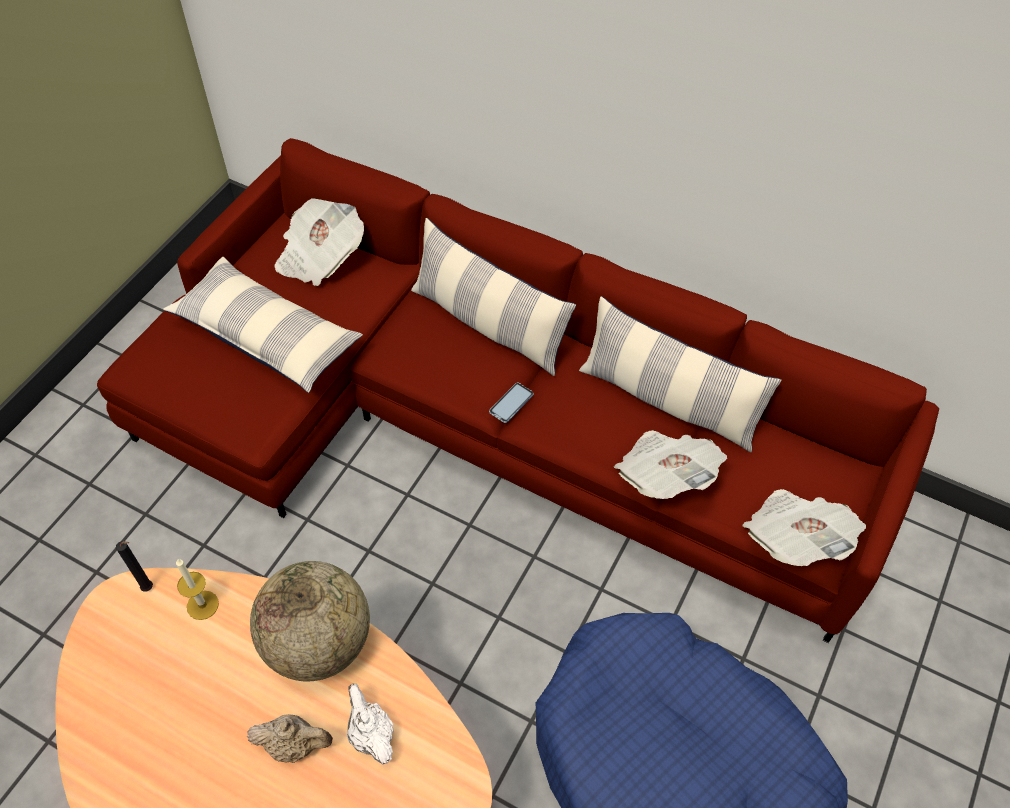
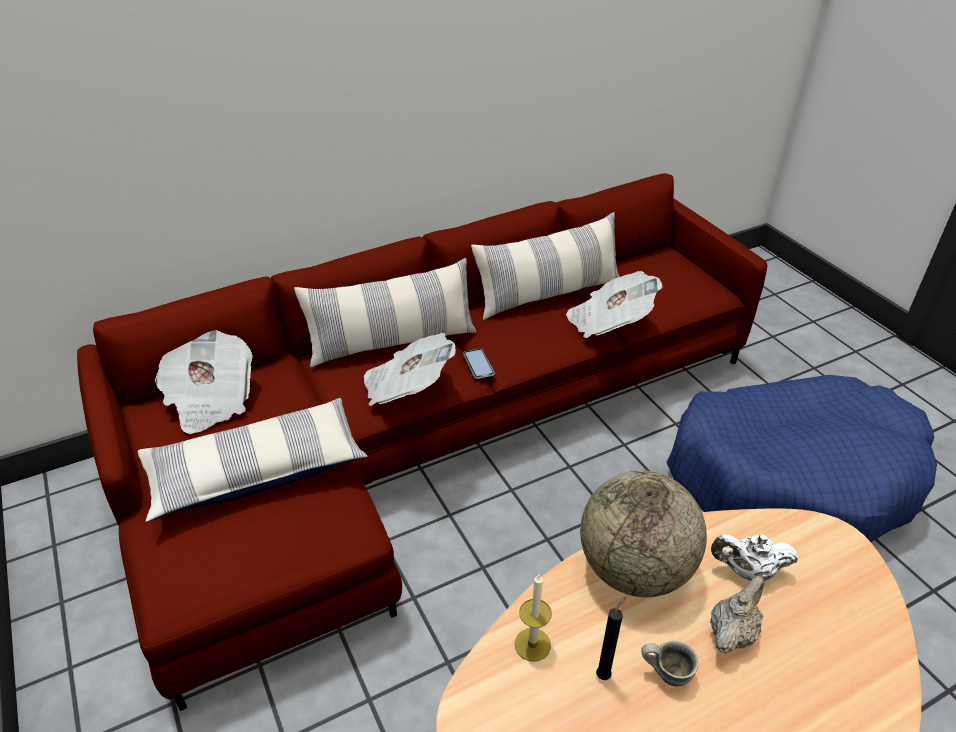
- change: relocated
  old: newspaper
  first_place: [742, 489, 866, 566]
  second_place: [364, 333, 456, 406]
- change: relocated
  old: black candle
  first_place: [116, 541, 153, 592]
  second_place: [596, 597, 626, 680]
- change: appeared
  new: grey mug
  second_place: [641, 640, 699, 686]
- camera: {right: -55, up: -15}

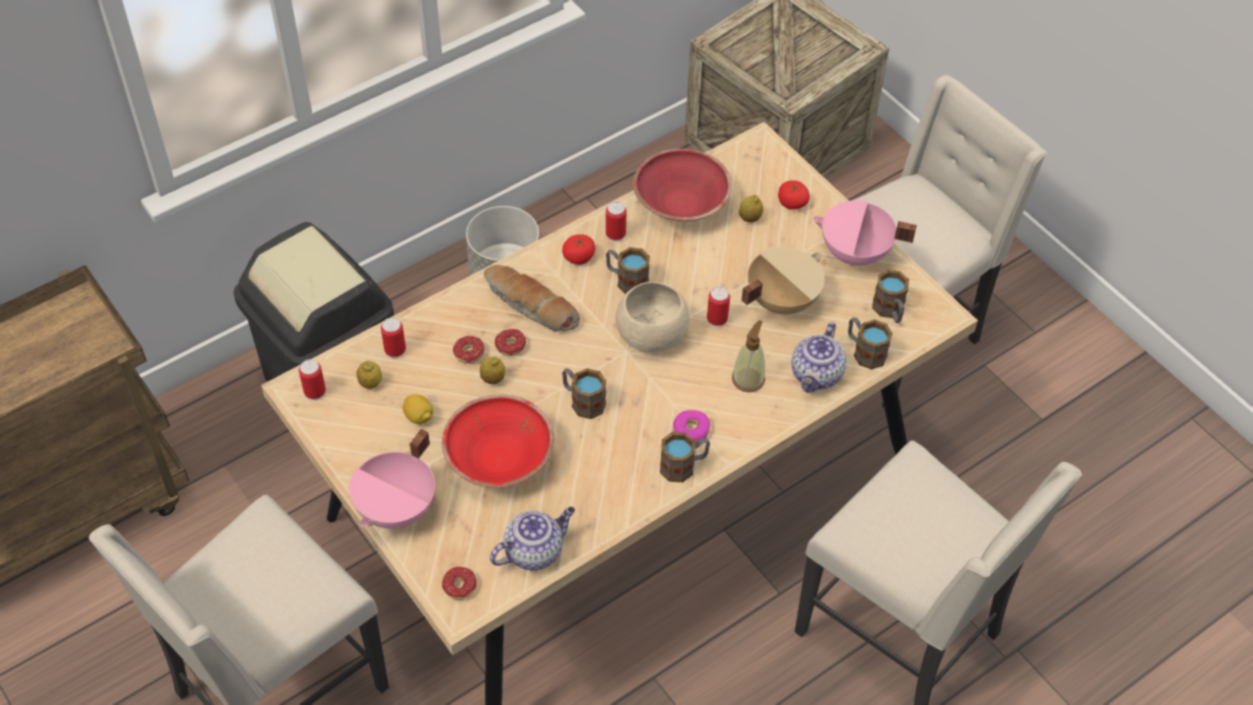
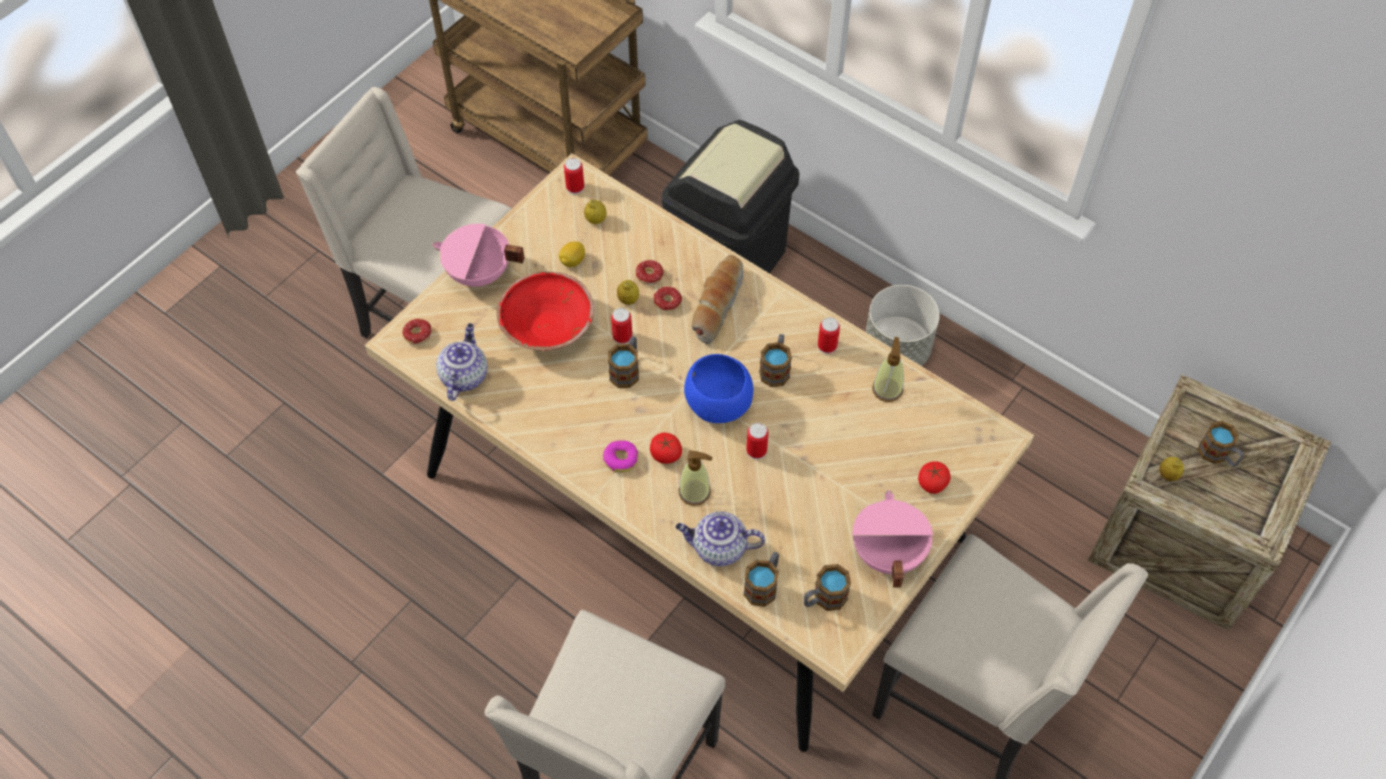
- change: exchanged
  old: red bowl
  new: soap dispenser
  first_place: [633, 149, 732, 221]
  second_place: [872, 337, 904, 402]
- change: relocated
  old: lemon
  first_place: [739, 195, 763, 222]
  second_place: [1159, 457, 1184, 481]
- change: relocated
  old: tomato
  first_place: [562, 234, 595, 265]
  second_place: [650, 433, 682, 464]
- change: missing
  old: beige cooking pot
  first_place: [742, 247, 824, 314]
- change: colour
  old: beige bowl
  new: blue bowl
  first_place: [616, 282, 689, 353]
  second_place: [684, 354, 753, 423]
- change: relocated
  old: can
  first_place: [381, 317, 406, 359]
  second_place: [611, 308, 632, 344]
- change: relocated
  old: mug
  first_place: [660, 432, 710, 482]
  second_place: [1198, 421, 1244, 467]
- change: spun
  old: teapot
  first_place: [490, 507, 575, 570]
  second_place: [436, 323, 487, 401]
  degrees: -120
- camera: {right: 75, up: 5}

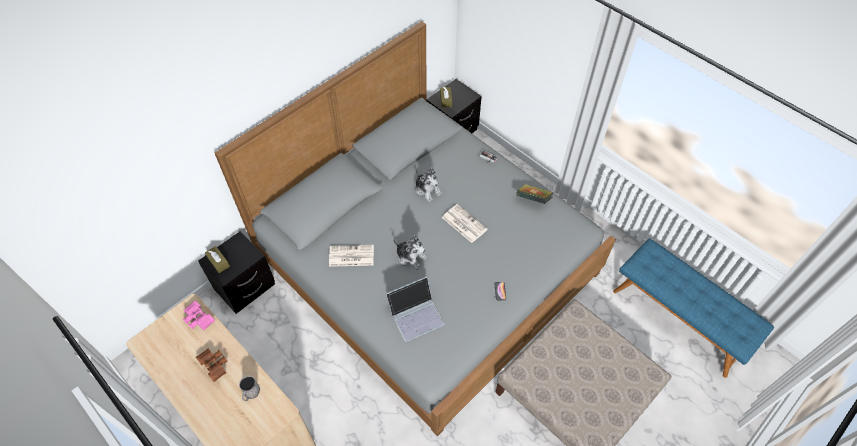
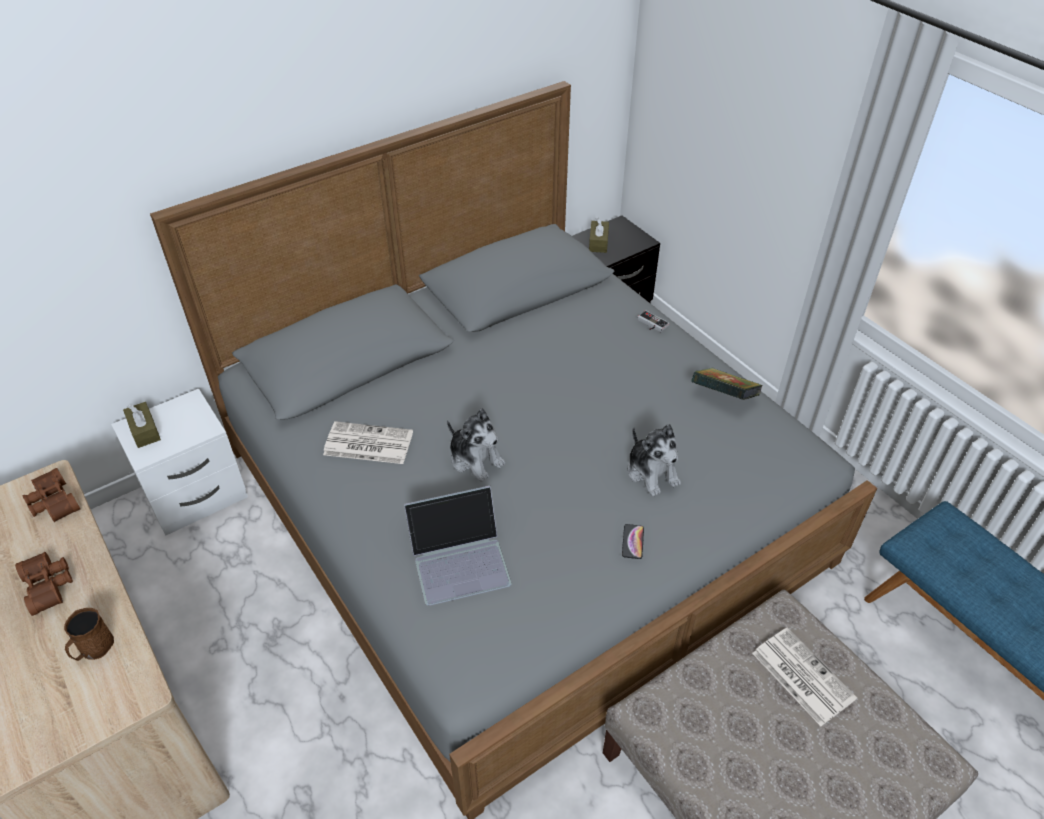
- change: relocated
  old: plush toy
  first_place: [416, 168, 442, 202]
  second_place: [628, 424, 681, 496]
- change: relocated
  old: newspaper
  first_place: [442, 204, 488, 243]
  second_place: [752, 627, 857, 726]
- change: colour
  old: black nightstand
  new: white nightstand
  first_place: [198, 231, 275, 314]
  second_place: [111, 388, 248, 536]
- change: colour
  old: pink binoculars
  new: brown binoculars
  first_place: [183, 301, 215, 330]
  second_place: [22, 468, 80, 522]
- change: colour
  old: grey mug
  new: brown mug
  first_place: [239, 375, 260, 401]
  second_place: [64, 608, 114, 661]
- camera: {right: 10, up: -10}

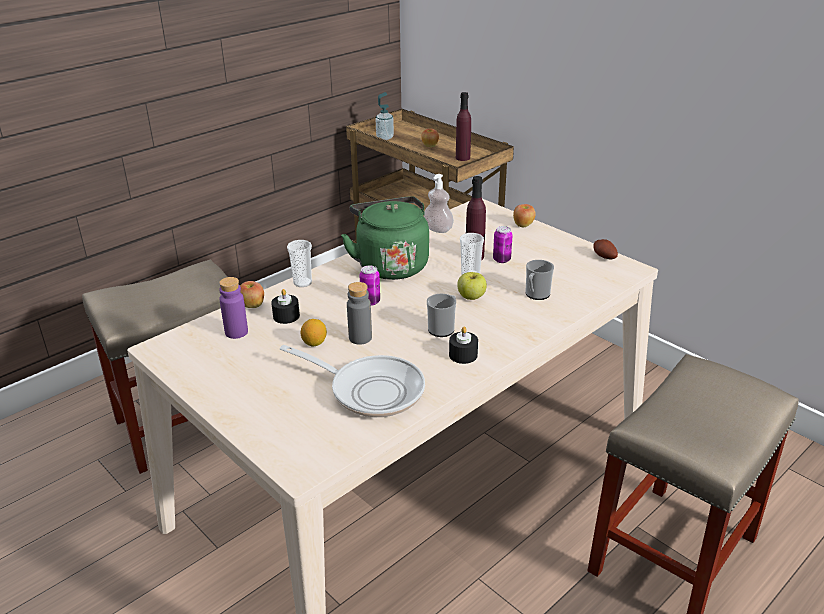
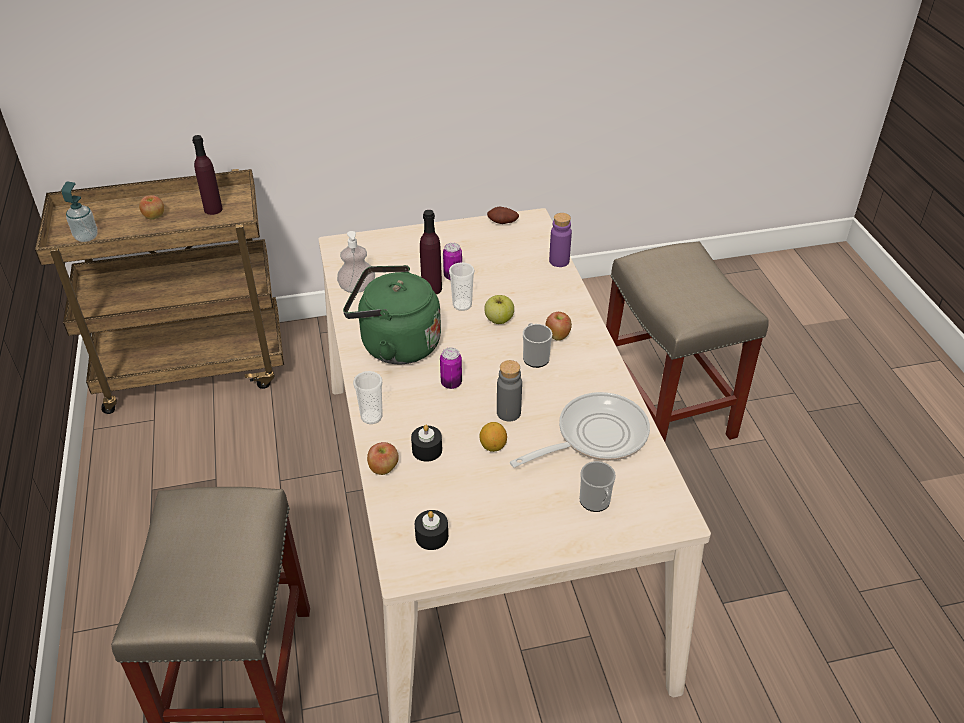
- change: relocated
  old: apple
  first_place: [513, 204, 536, 227]
  second_place: [545, 312, 572, 341]
- change: relocated
  old: mug
  first_place: [525, 260, 554, 300]
  second_place: [579, 461, 616, 512]
- change: relocated
  old: purple bottle
  first_place: [219, 277, 248, 339]
  second_place: [549, 213, 572, 267]
- change: relocated
  old: black candle
  first_place: [449, 326, 478, 364]
  second_place: [415, 510, 448, 550]
- camera: {right: -60, up: 10}

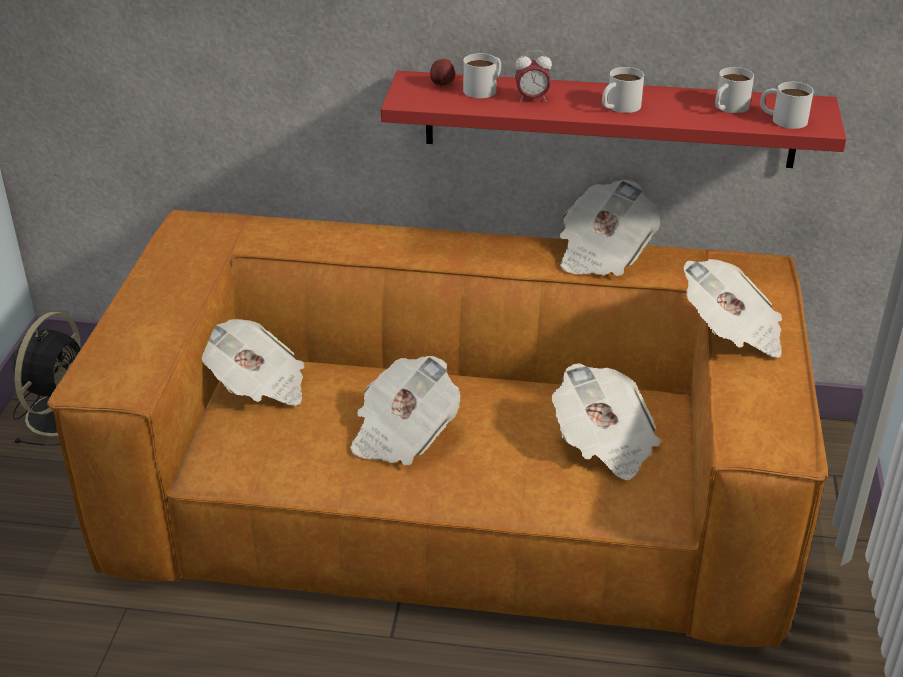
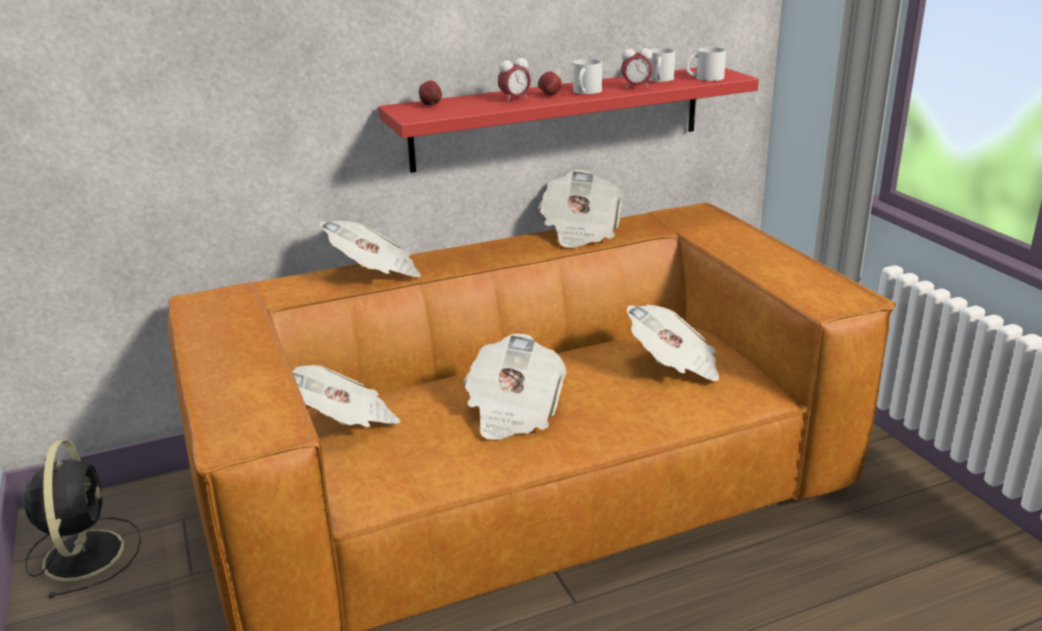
- change: missing
  old: white mug
  first_place: [463, 53, 501, 98]
- change: relocated
  old: newspaper
  first_place: [684, 259, 782, 358]
  second_place: [319, 220, 421, 277]
- change: appeared
  new: alarm clock
  second_place: [621, 43, 652, 89]
- change: appeared
  new: apple
  second_place: [538, 71, 562, 96]
- camera: {right: -30, up: -10}

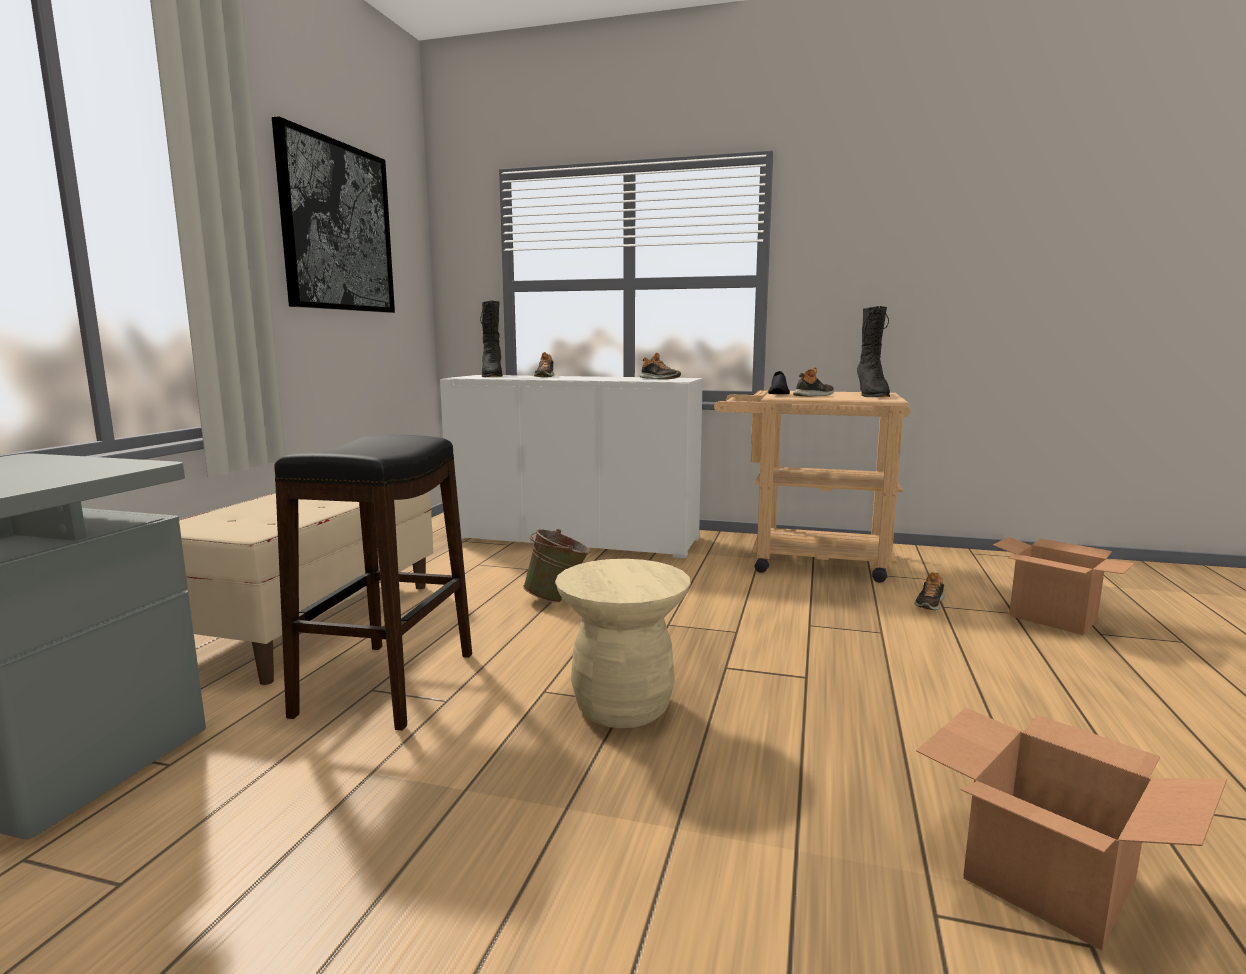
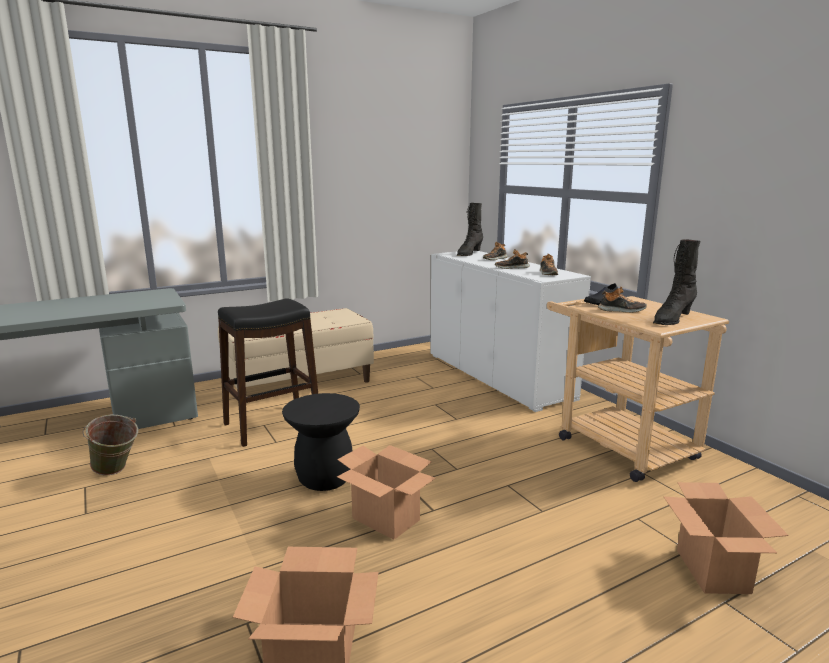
- change: missing
  old: picture
  first_place: [272, 116, 395, 313]
- change: relocated
  old: green bucket
  first_place: [523, 529, 591, 602]
  second_place: [82, 415, 138, 475]
- change: colour
  old: beige stool
  new: black stool
  first_place: [555, 559, 691, 728]
  second_place: [282, 393, 360, 491]
- change: relocated
  old: shoe
  first_place: [915, 572, 945, 610]
  second_place: [495, 249, 530, 269]
- change: appeared
  new: cardboard box
  second_place: [337, 445, 436, 540]
- camera: {right: 45, up: 5}

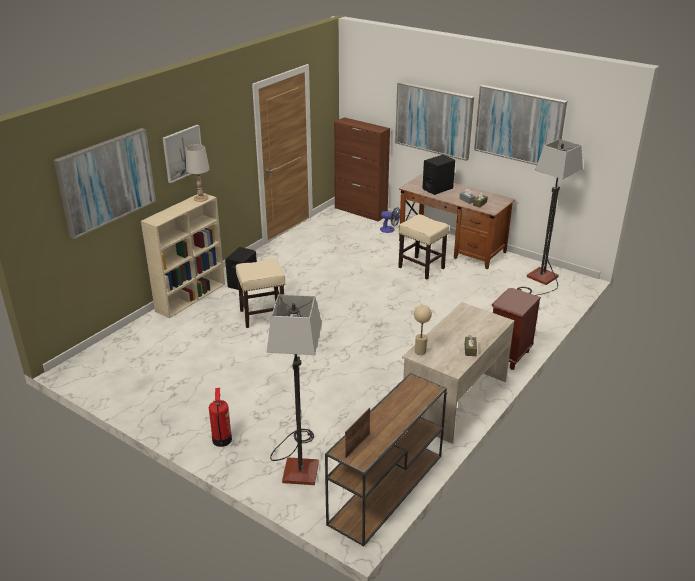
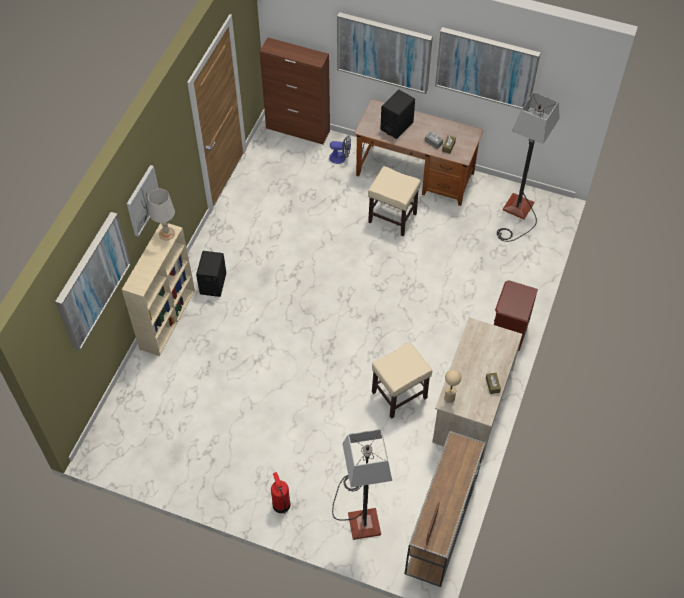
- change: relocated
  old: beige stool
  first_place: [236, 259, 285, 328]
  second_place: [372, 342, 432, 419]
- camera: {right: -15, up: 25}

